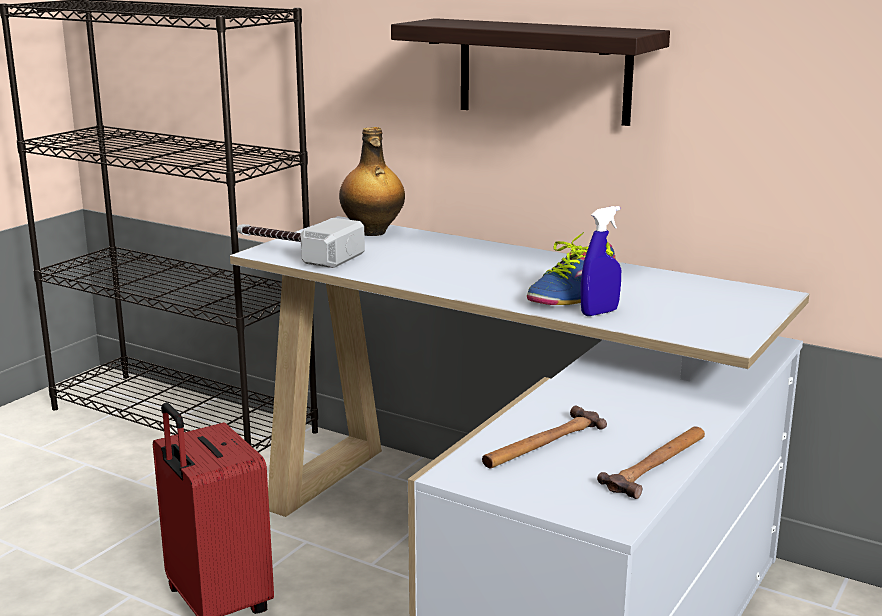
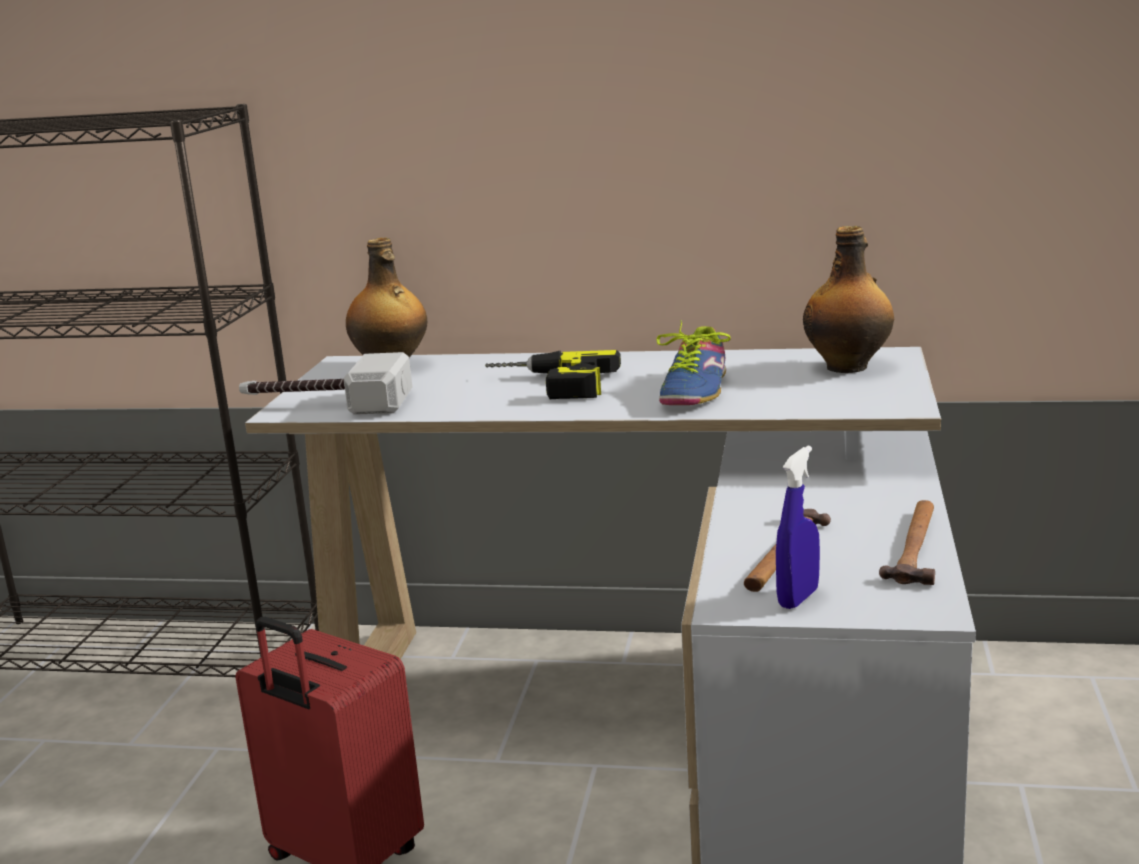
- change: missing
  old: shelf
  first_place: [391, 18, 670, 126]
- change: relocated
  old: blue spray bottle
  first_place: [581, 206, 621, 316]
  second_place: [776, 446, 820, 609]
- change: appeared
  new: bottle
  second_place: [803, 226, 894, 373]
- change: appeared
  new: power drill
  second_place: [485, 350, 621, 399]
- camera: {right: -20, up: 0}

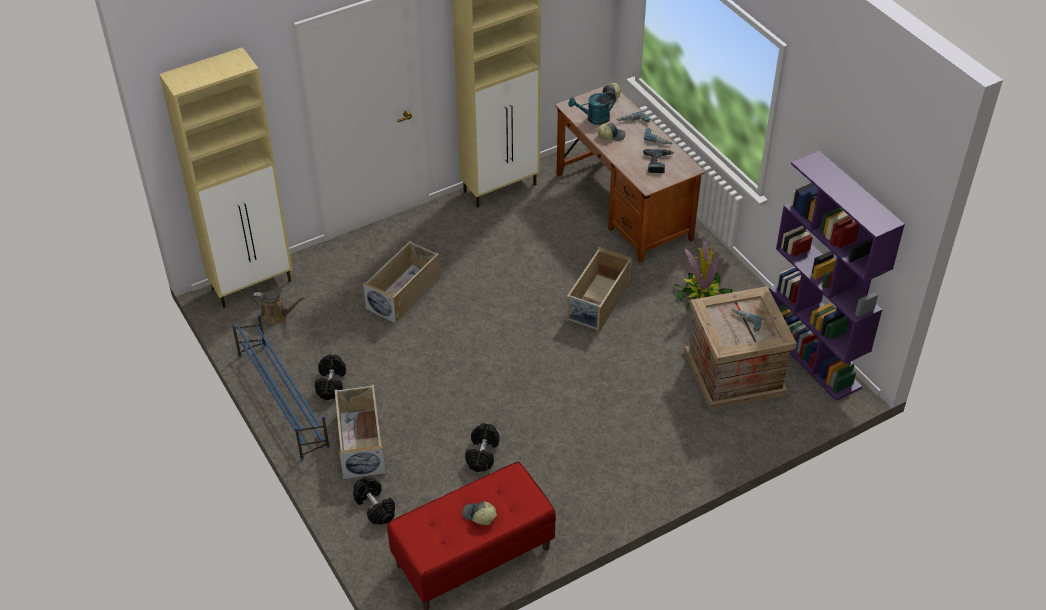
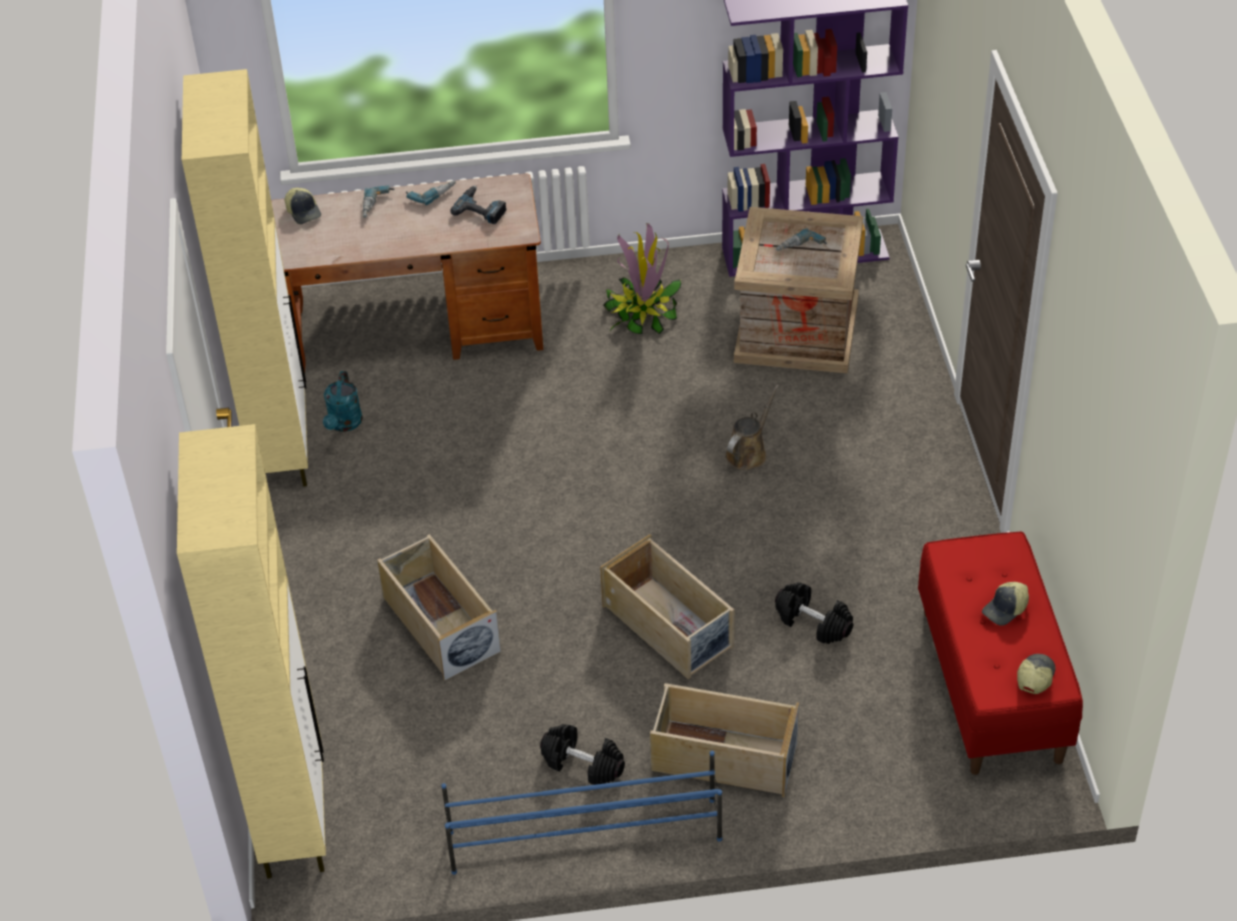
- change: relocated
  old: turquoise watering can
  first_place: [568, 91, 616, 125]
  second_place: [323, 371, 363, 432]
- change: relocated
  old: cap
  first_place: [597, 122, 626, 141]
  second_place: [1017, 654, 1055, 694]
- change: relocated
  old: beige storage box
  first_place: [566, 247, 633, 332]
  second_place: [600, 534, 734, 679]
- change: relocated
  old: brown watering can
  first_place: [252, 291, 306, 324]
  second_place: [725, 384, 779, 470]
- change: missing
  old: black dumbbell
  first_place: [353, 477, 395, 525]
- camera: {right: -65, up: 0}

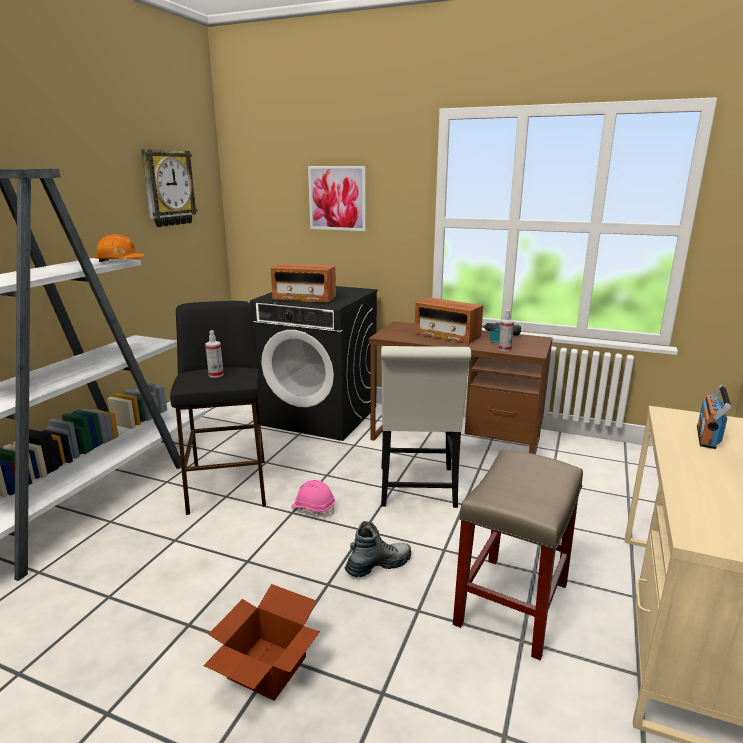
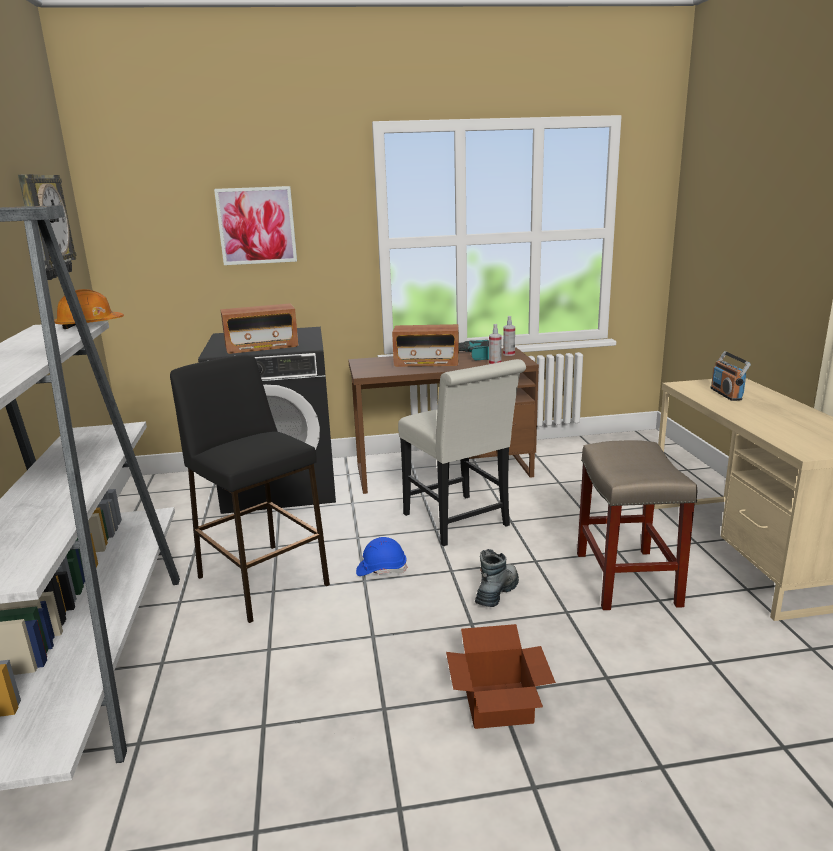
- change: relocated
  old: spray bottle
  first_place: [205, 330, 224, 378]
  second_place: [503, 316, 515, 356]
- change: colour
  old: pink hard hat
  new: blue hard hat
  first_place: [291, 480, 335, 517]
  second_place: [356, 537, 408, 576]
- camera: {right: -30, up: 0}

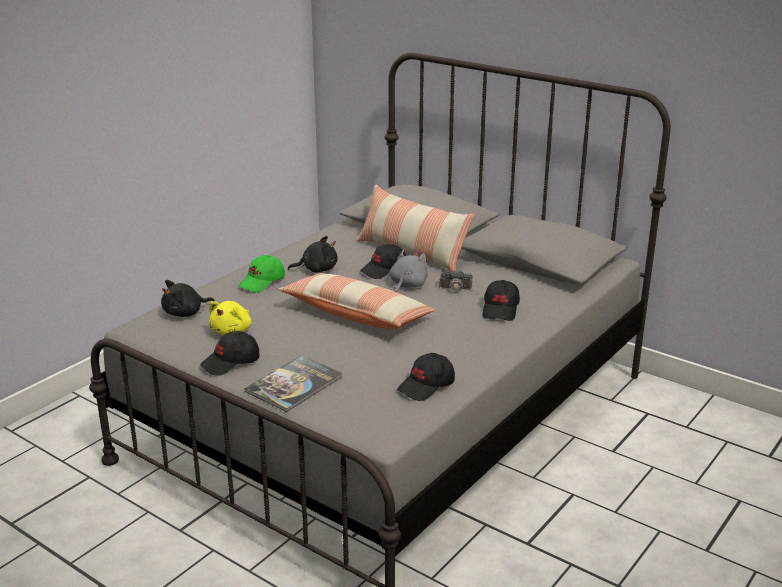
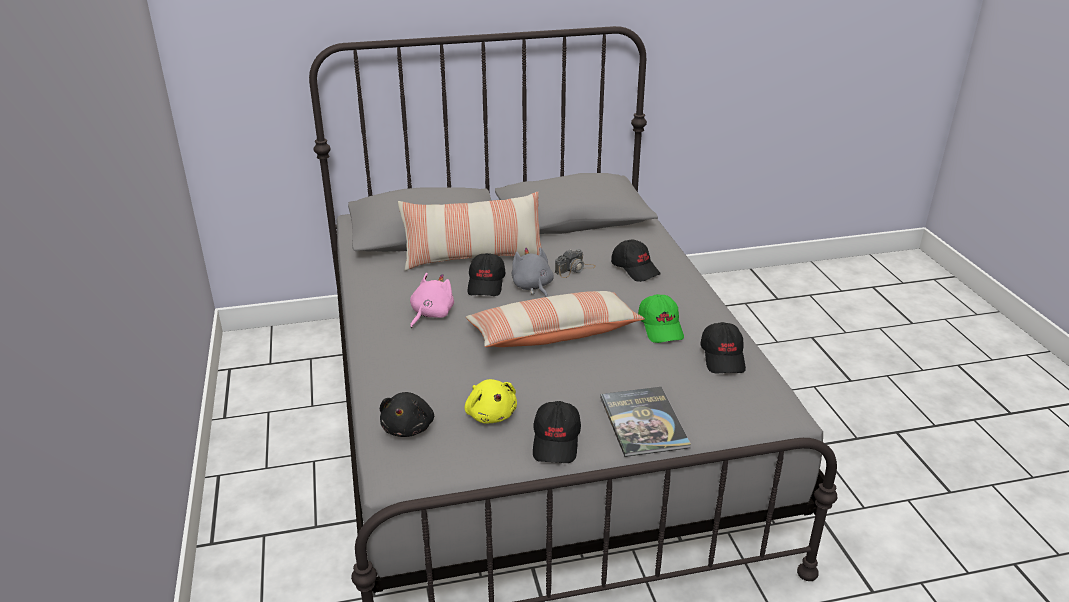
- change: colour
  old: black plush toy
  new: pink plush toy
  first_place: [288, 236, 337, 273]
  second_place: [410, 273, 454, 328]
- change: relocated
  old: green cap
  first_place: [238, 255, 285, 293]
  second_place: [638, 294, 684, 343]
- camera: {right: -50, up: 5}

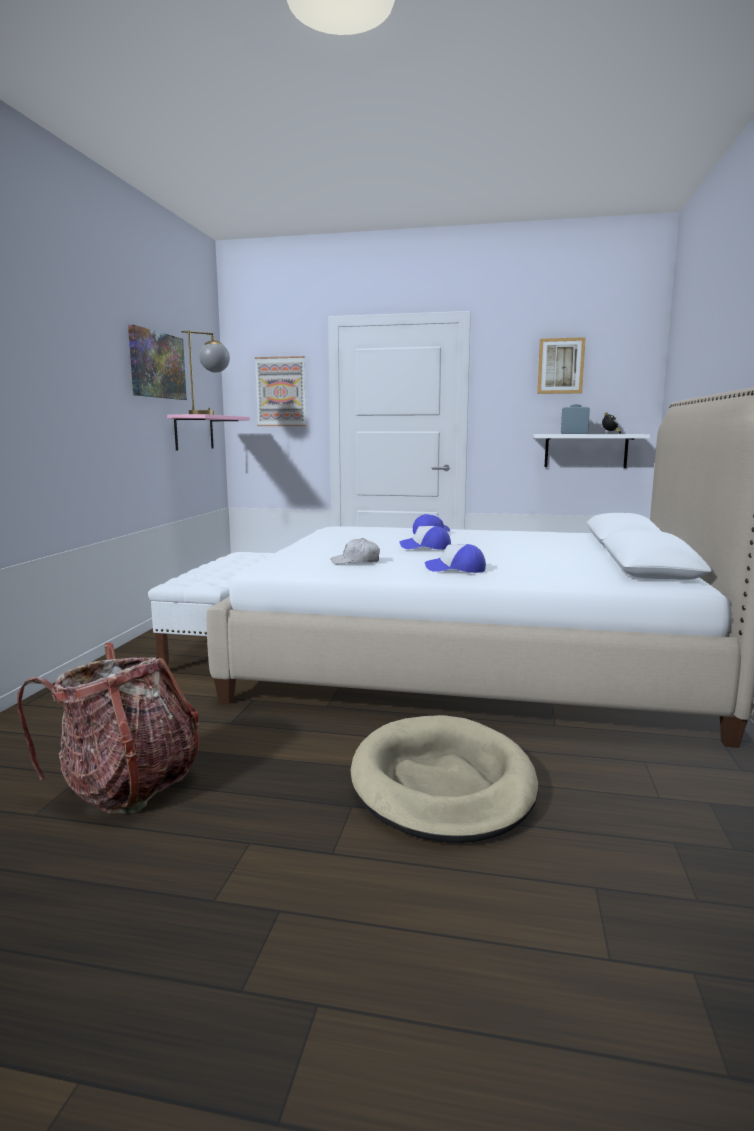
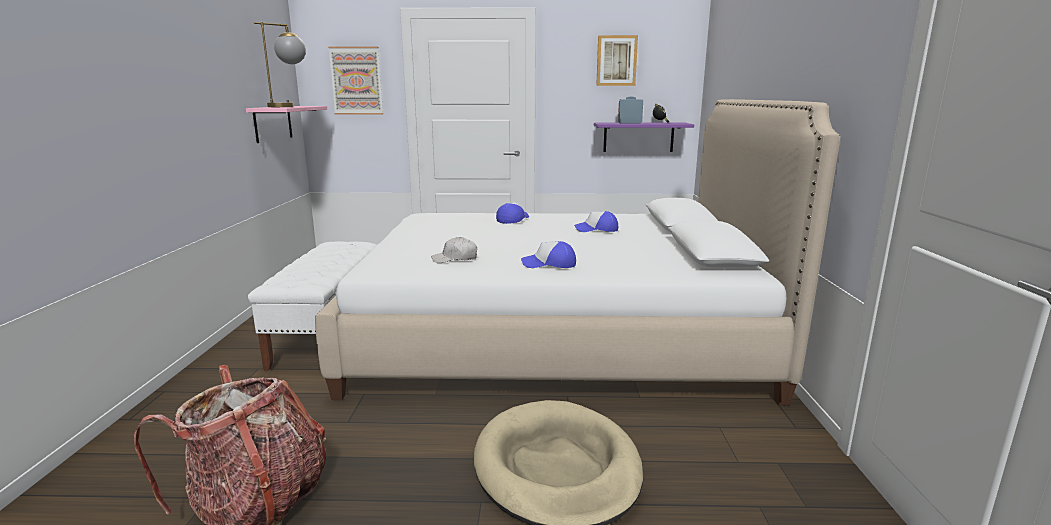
- change: missing
  old: picture
  first_place: [128, 325, 187, 400]
- change: colour
  old: white shelf
  new: purple shelf
  first_place: [533, 434, 650, 468]
  second_place: [594, 122, 694, 152]
- change: relocated
  old: cap
  first_place: [400, 526, 451, 550]
  second_place: [574, 211, 618, 232]
- camera: {right: -10, up: 5}

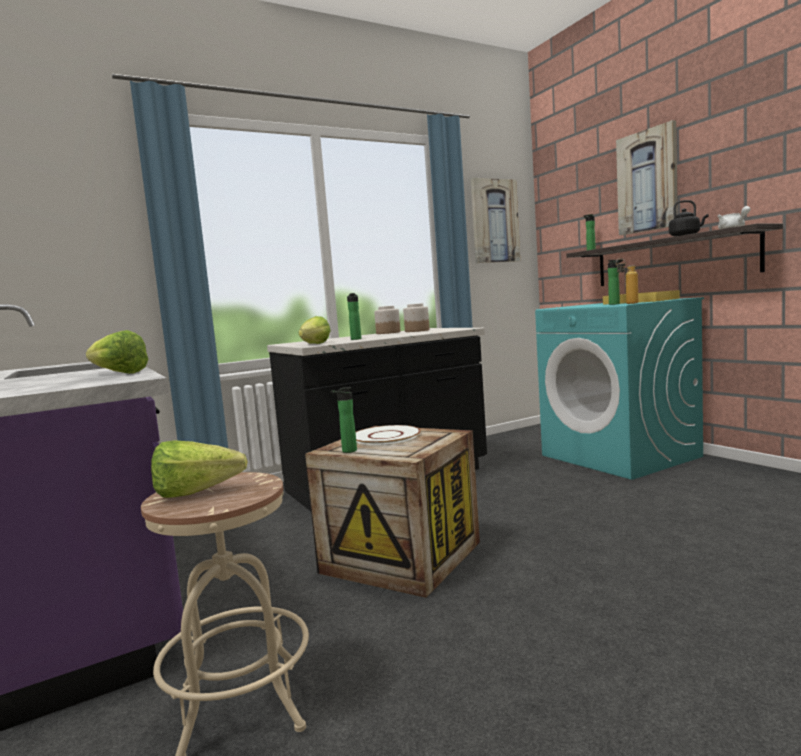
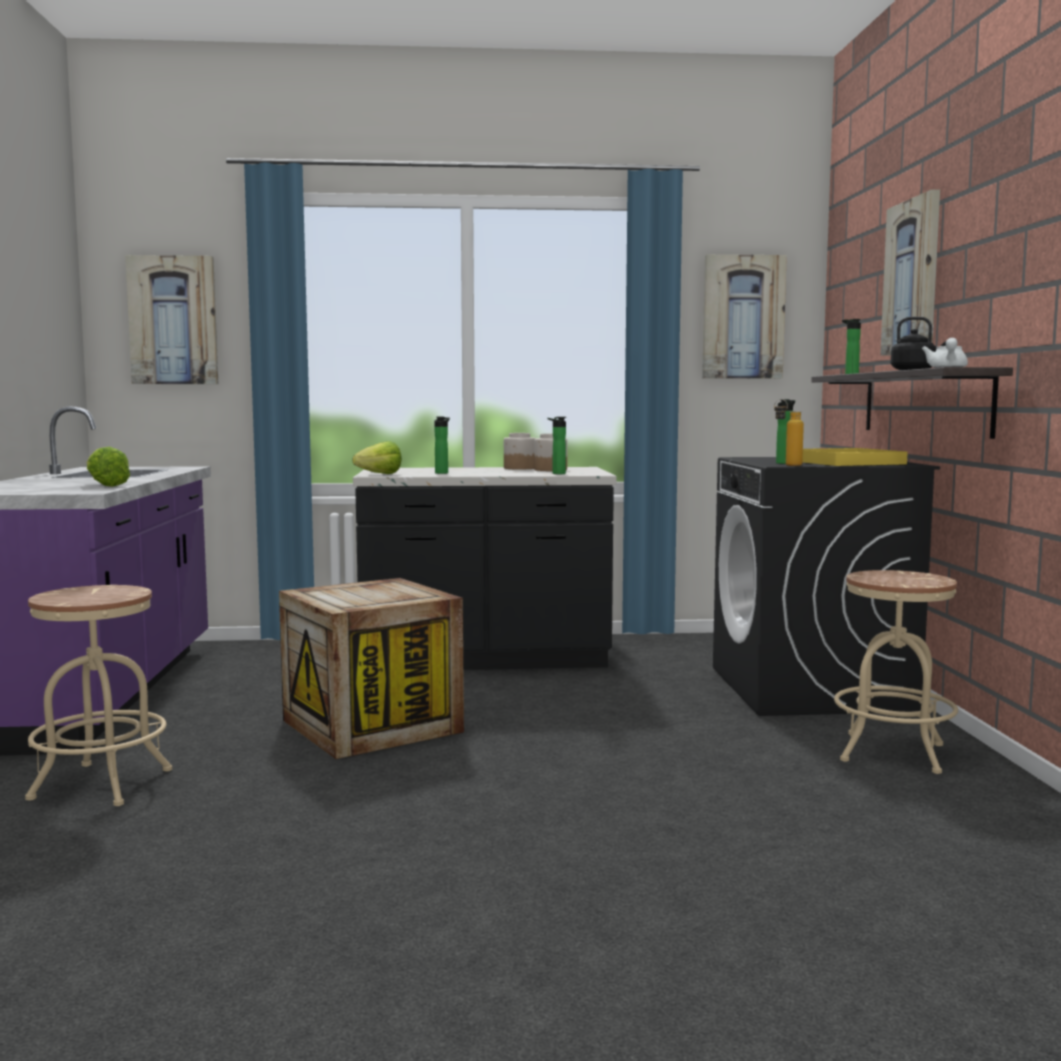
- change: colour
  old: turquoise washing machine
  new: black washing machine
  first_place: [535, 297, 704, 480]
  second_place: [713, 457, 940, 716]
- change: relocated
  old: bottle
  first_place: [330, 387, 357, 453]
  second_place: [547, 417, 566, 474]
- change: missing
  old: white plate
  first_place: [356, 425, 421, 445]
- change: missing
  old: lettuce
  first_place: [151, 440, 247, 498]
- change: appeared
  new: picture
  second_place: [125, 255, 218, 384]
- change: appeared
  new: beige stool
  second_place: [834, 570, 958, 774]
- camera: {right: 25, up: 0}

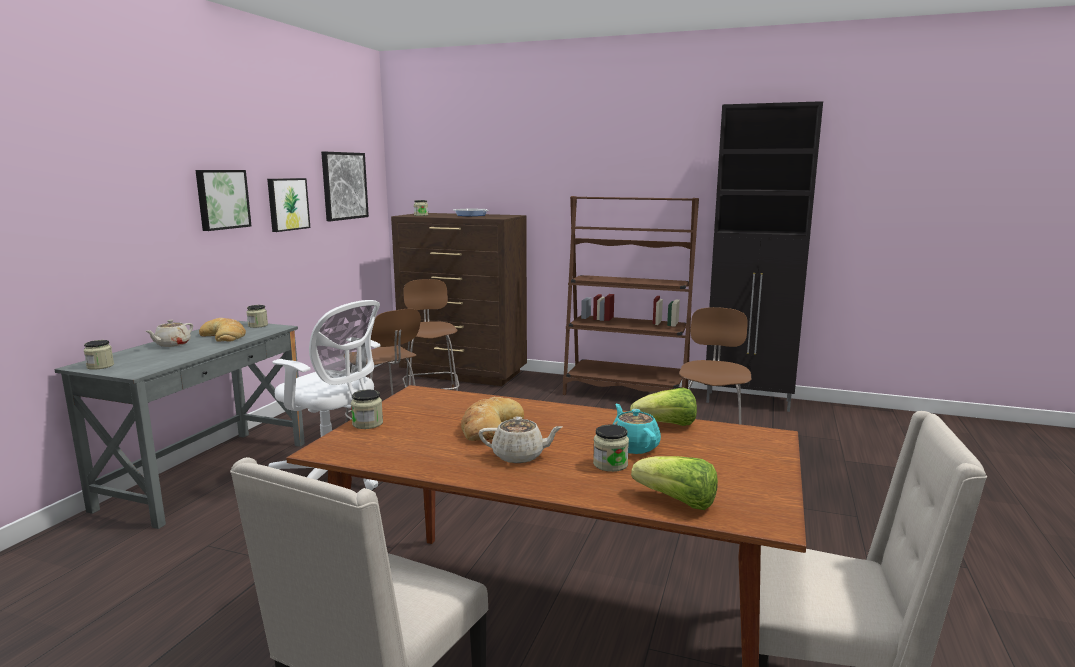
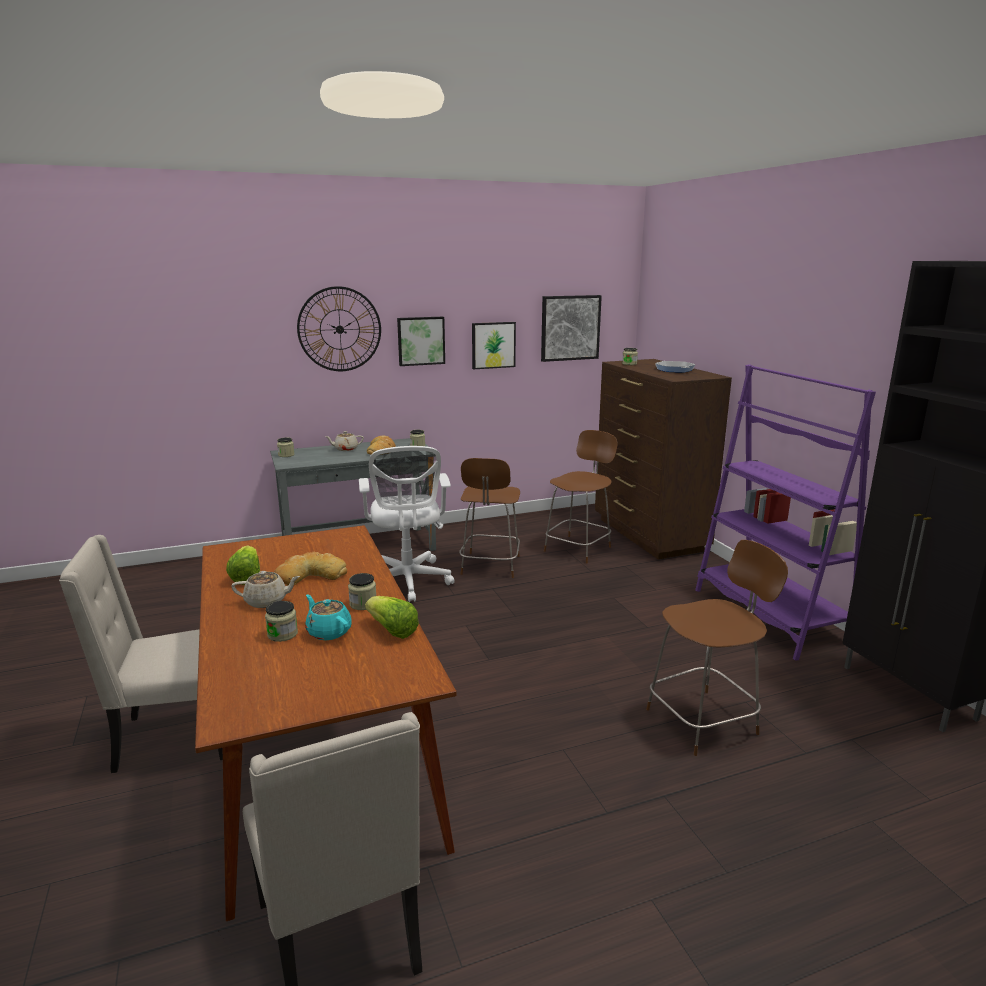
- change: colour
  old: brown bookcase
  new: purple bookcase
  first_place: [563, 196, 699, 395]
  second_place: [695, 364, 876, 661]
- change: relocated
  old: jar
  first_place: [351, 390, 383, 429]
  second_place: [348, 573, 376, 610]
- change: spun
  old: turquoise teapot
  first_place: [613, 404, 661, 454]
  second_place: [305, 595, 352, 640]
  degrees: -75
- change: spun
  old: beige teapot
  first_place: [479, 416, 563, 463]
  second_place: [231, 571, 300, 608]
  degrees: -60
- change: relocated
  old: lettuce
  first_place: [631, 456, 718, 510]
  second_place: [226, 545, 260, 585]
- change: appeared
  new: wall clock
  second_place: [297, 286, 381, 371]
- camera: {right: 50, up: 5}

